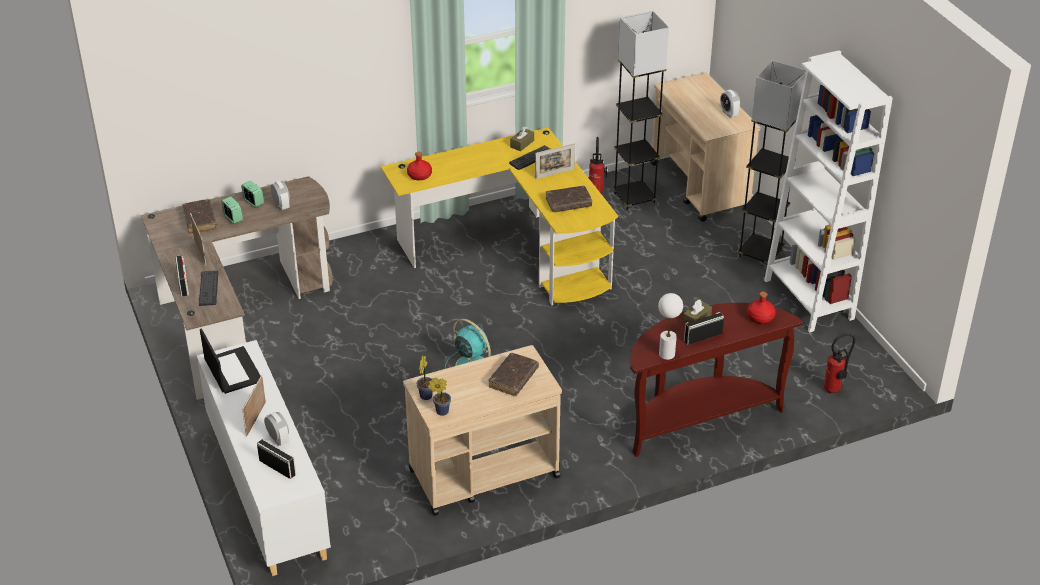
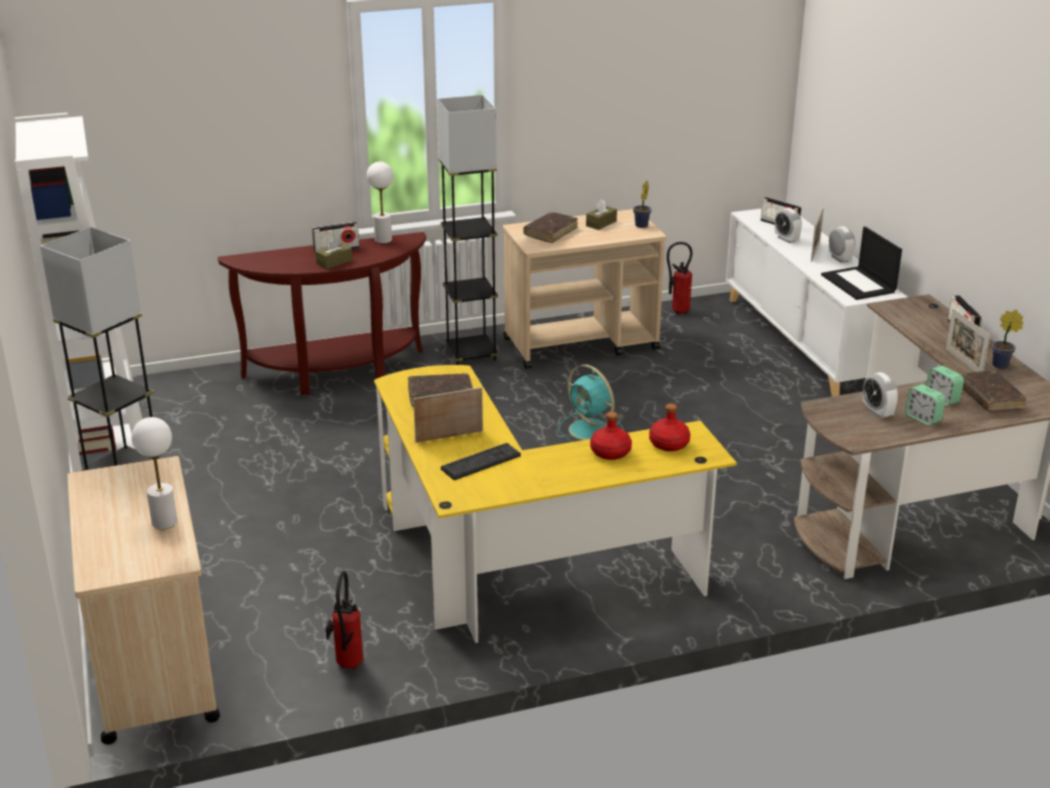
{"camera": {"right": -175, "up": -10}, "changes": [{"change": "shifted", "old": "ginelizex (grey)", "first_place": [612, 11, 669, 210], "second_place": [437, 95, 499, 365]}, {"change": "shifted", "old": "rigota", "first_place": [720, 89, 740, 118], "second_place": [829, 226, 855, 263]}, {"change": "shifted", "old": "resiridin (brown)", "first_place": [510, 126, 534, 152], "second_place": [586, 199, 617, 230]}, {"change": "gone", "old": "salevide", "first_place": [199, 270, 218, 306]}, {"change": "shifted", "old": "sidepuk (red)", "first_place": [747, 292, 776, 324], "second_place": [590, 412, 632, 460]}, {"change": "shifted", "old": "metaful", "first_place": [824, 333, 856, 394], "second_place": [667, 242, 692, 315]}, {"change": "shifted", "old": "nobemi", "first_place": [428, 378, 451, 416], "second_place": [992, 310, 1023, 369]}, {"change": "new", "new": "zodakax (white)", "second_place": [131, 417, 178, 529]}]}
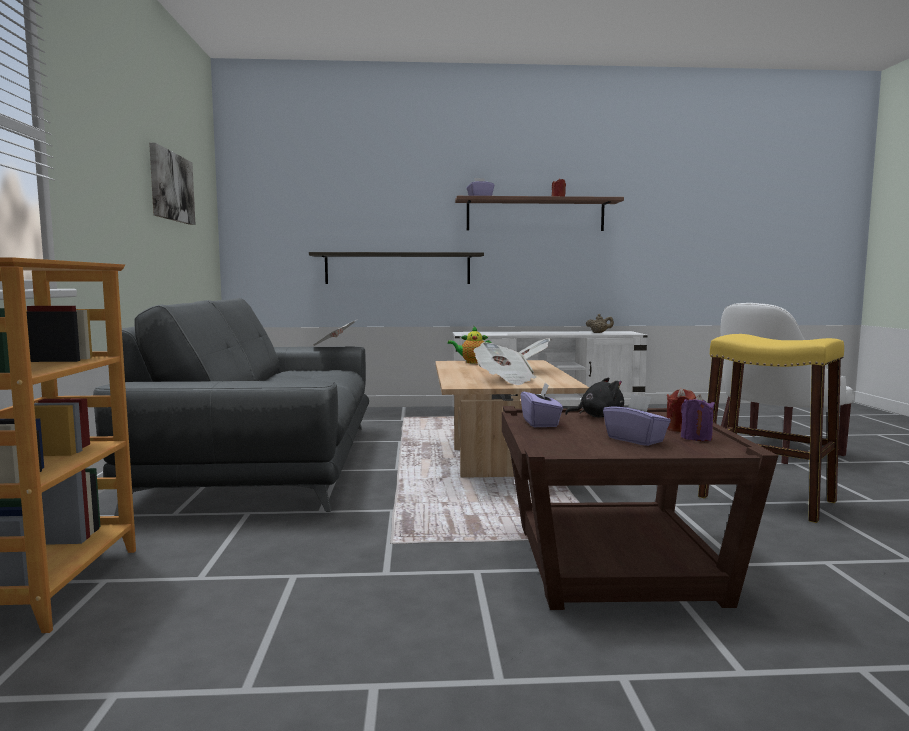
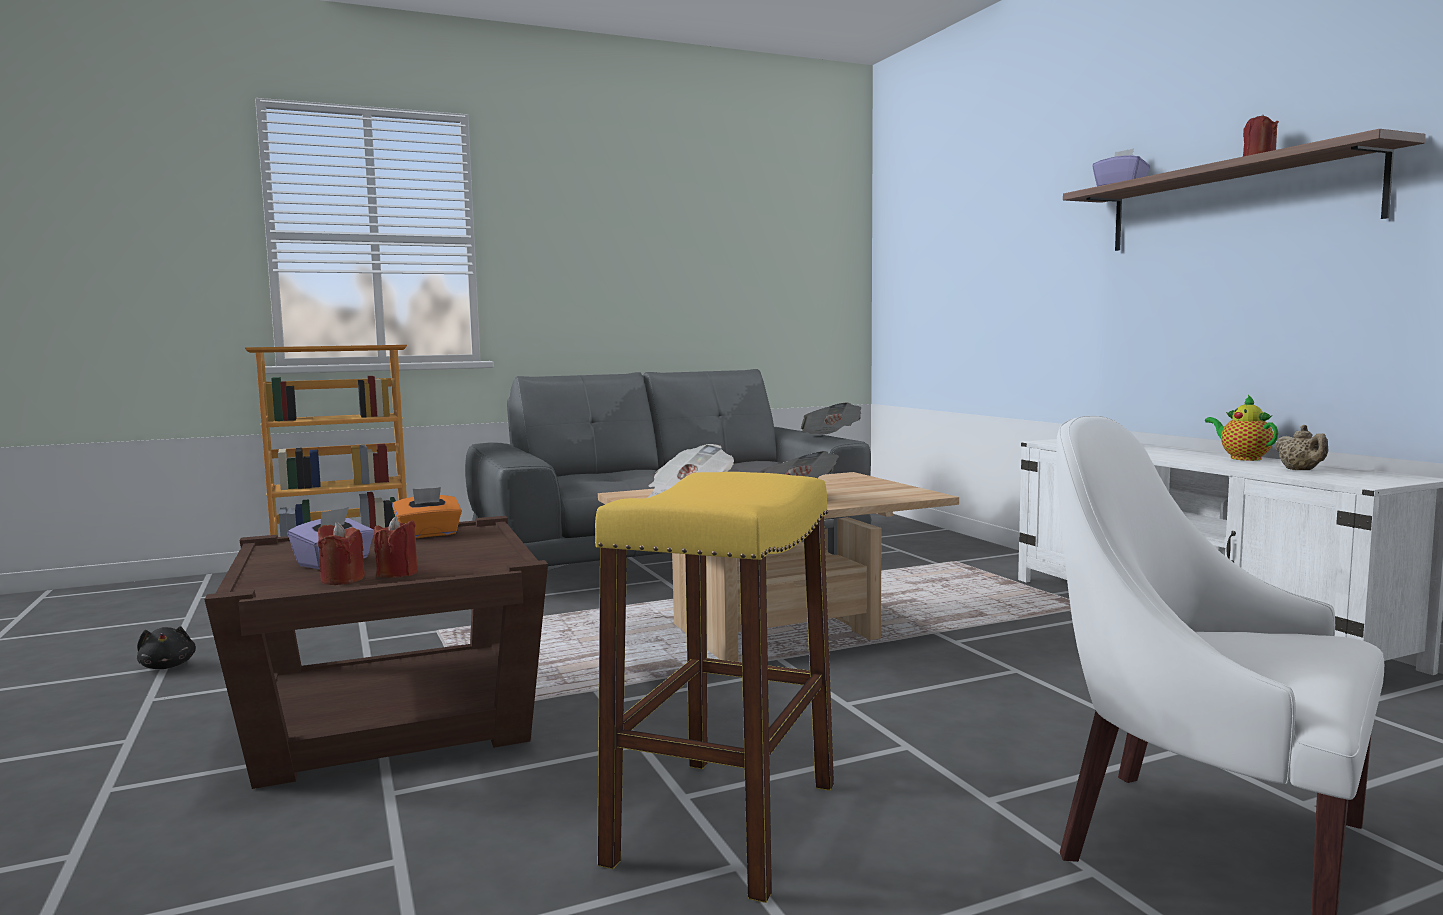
{"camera": {"right": 70, "up": 0}, "changes": [{"change": "gone", "old": "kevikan", "first_place": [149, 143, 196, 225]}, {"change": "gone", "old": "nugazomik", "first_place": [309, 252, 484, 284]}, {"change": "shifted", "old": "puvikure", "first_place": [448, 326, 492, 364], "second_place": [1205, 395, 1278, 461]}, {"change": "shifted", "old": "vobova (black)", "first_place": [565, 378, 624, 418], "second_place": [137, 626, 196, 669]}, {"change": "repainted", "old": "resiridin (purple)", "new": "resiridin (orange)", "first_place": [521, 383, 563, 427], "second_place": [392, 487, 462, 538]}, {"change": "repainted", "old": "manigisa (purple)", "new": "manigisa (red)", "first_place": [681, 394, 715, 441], "second_place": [318, 522, 365, 585]}]}
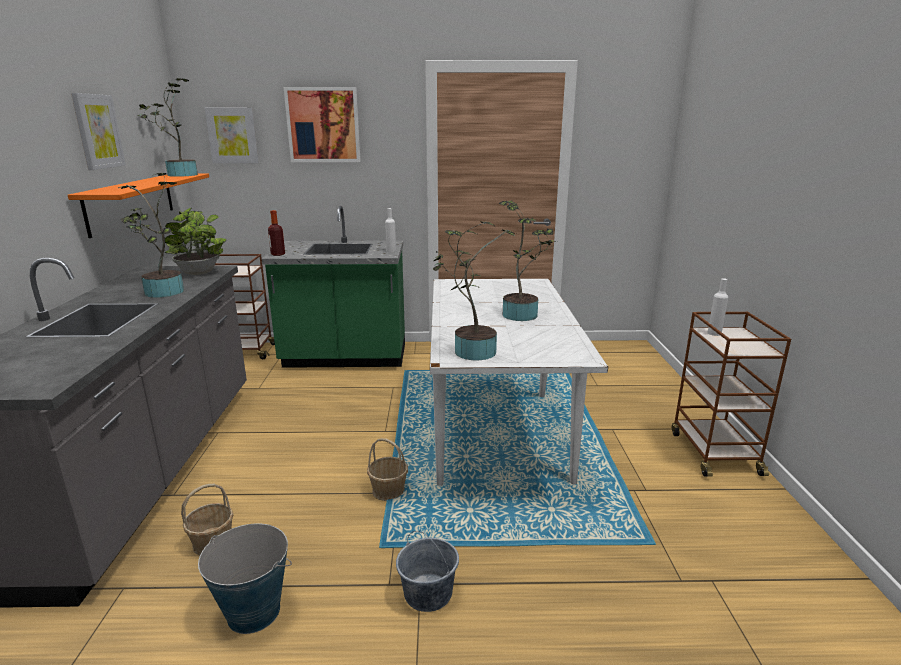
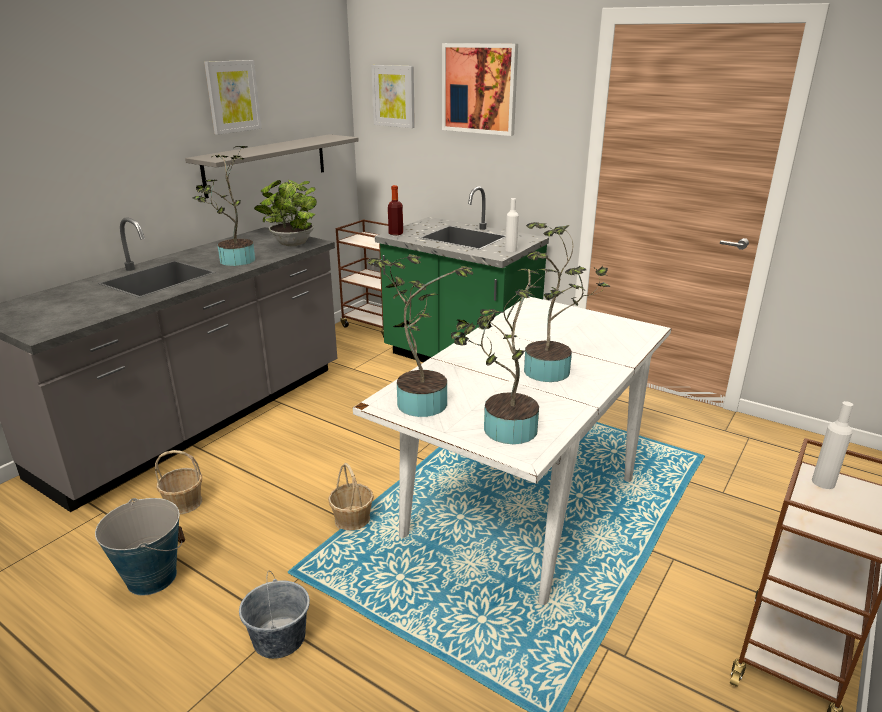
{"camera": {"right": 35, "up": 5}, "changes": [{"change": "shifted", "old": "nobemi", "first_place": [137, 78, 198, 177], "second_place": [451, 268, 561, 444]}, {"change": "repainted", "old": "nugazomik (orange)", "new": "nugazomik (grey)", "first_place": [68, 174, 209, 238], "second_place": [185, 134, 359, 198]}]}
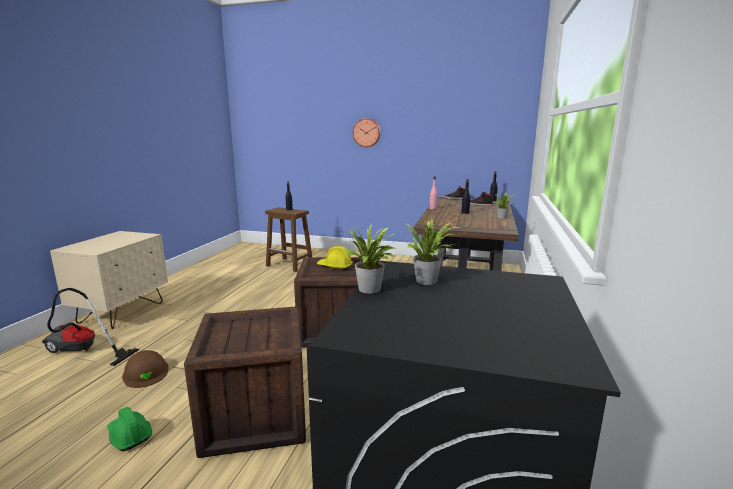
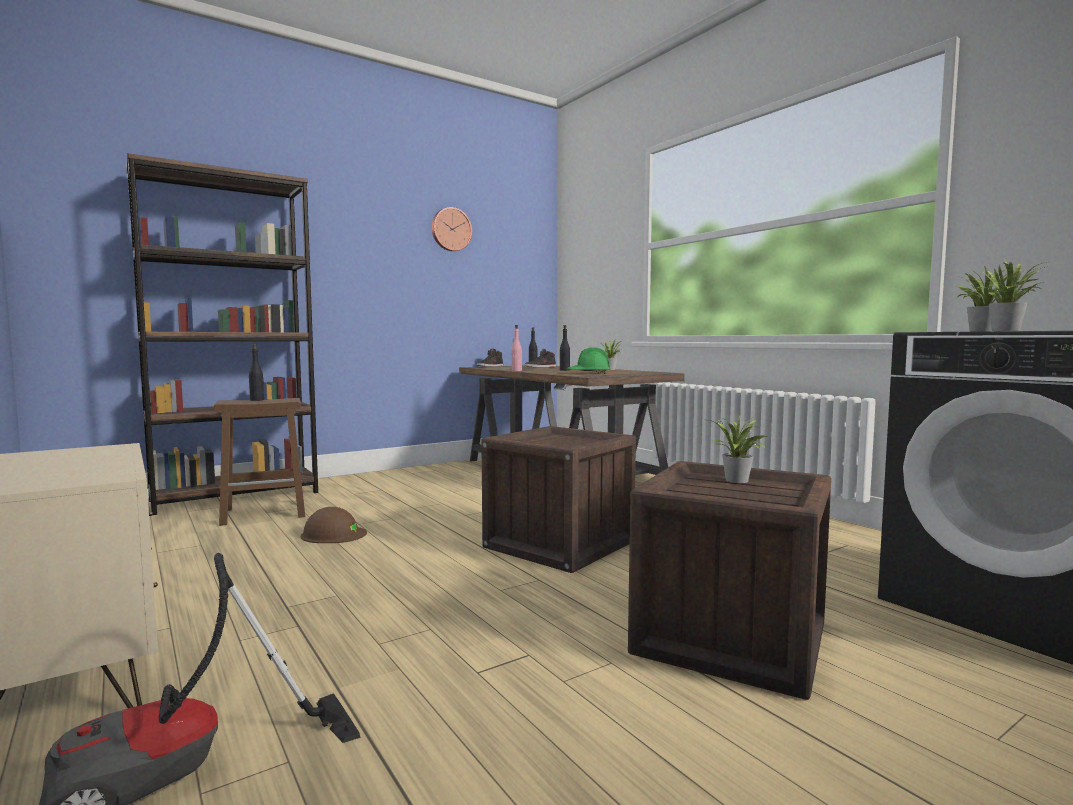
{"camera": {"right": -50, "up": -10}, "changes": [{"change": "shifted", "old": "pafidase", "first_place": [353, 118, 380, 147], "second_place": [432, 207, 472, 251]}, {"change": "gone", "old": "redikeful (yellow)", "first_place": [317, 246, 353, 271]}, {"change": "shifted", "old": "redikeful (brown)", "first_place": [122, 350, 169, 388], "second_place": [301, 507, 367, 543]}, {"change": "shifted", "old": "redikeful (green)", "first_place": [107, 407, 152, 451], "second_place": [567, 347, 610, 374]}, {"change": "new", "new": "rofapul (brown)", "second_place": [126, 153, 318, 515]}, {"change": "new", "new": "nobemi", "second_place": [709, 414, 769, 483]}]}
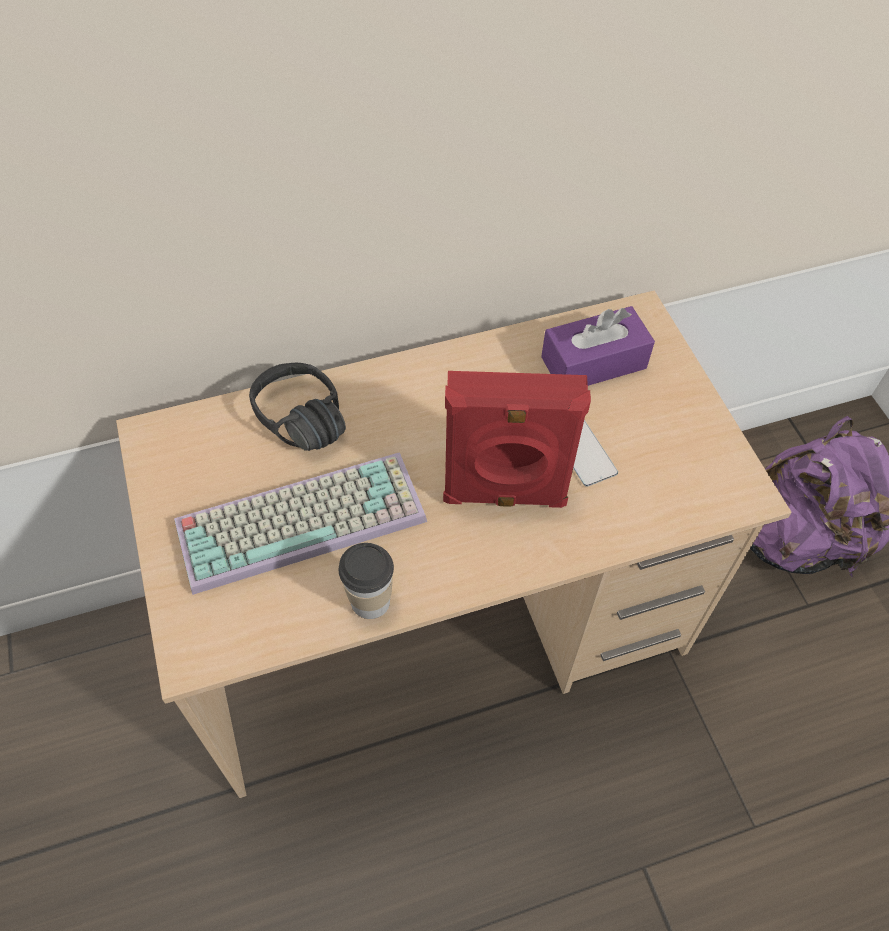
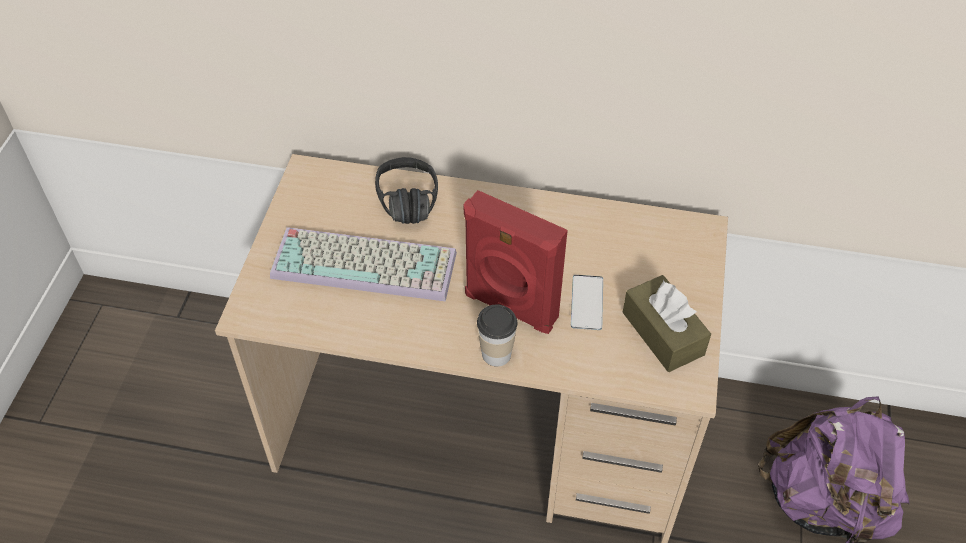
{"camera": {"right": 30, "up": -5}, "changes": [{"change": "gone", "old": "resiridin (purple)", "first_place": [541, 306, 655, 386]}, {"change": "shifted", "old": "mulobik", "first_place": [339, 543, 394, 619], "second_place": [477, 305, 517, 367]}, {"change": "new", "new": "resiridin (brown)", "second_place": [622, 275, 711, 372]}]}
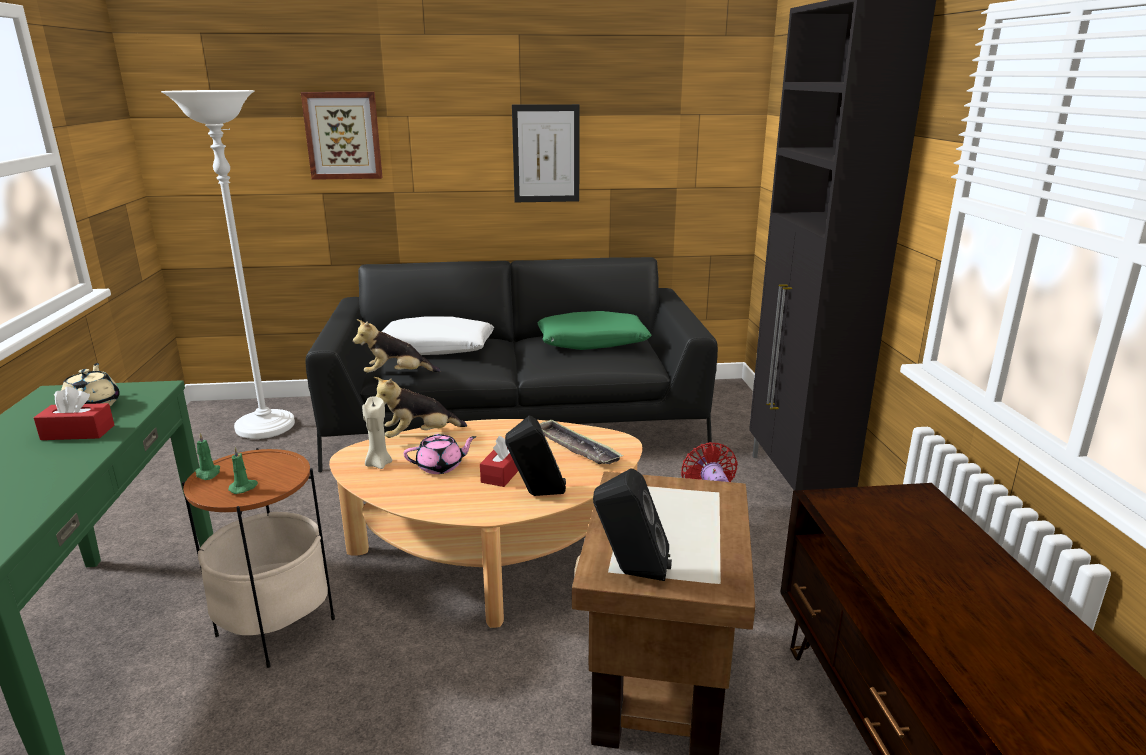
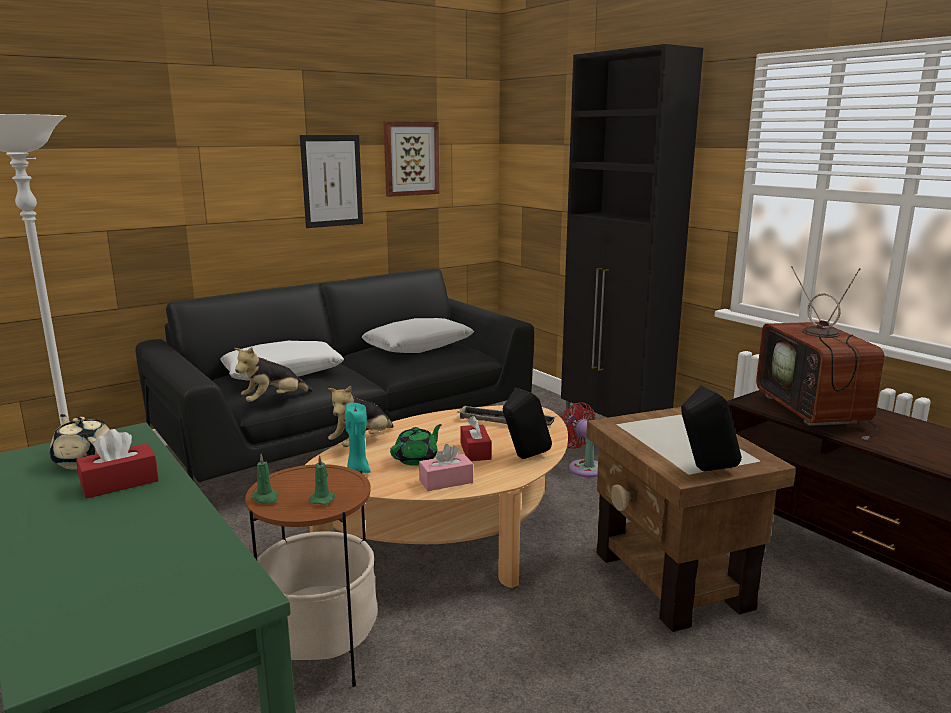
{"camera": {"right": -30, "up": -5}, "changes": [{"change": "shifted", "old": "kevikan", "first_place": [301, 92, 383, 180], "second_place": [384, 121, 440, 197]}, {"change": "repainted", "old": "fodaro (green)", "new": "fodaro (white)", "first_place": [538, 311, 651, 350], "second_place": [362, 318, 474, 353]}, {"change": "repainted", "old": "manigisa (beige)", "new": "manigisa (turquoise)", "first_place": [362, 396, 392, 469], "second_place": [345, 403, 371, 473]}, {"change": "repainted", "old": "puvikure (pink)", "new": "puvikure (green)", "first_place": [404, 434, 477, 474], "second_place": [390, 424, 442, 466]}, {"change": "new", "new": "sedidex", "second_place": [756, 266, 884, 440]}, {"change": "new", "new": "resiridin (pink)", "second_place": [419, 444, 473, 491]}]}
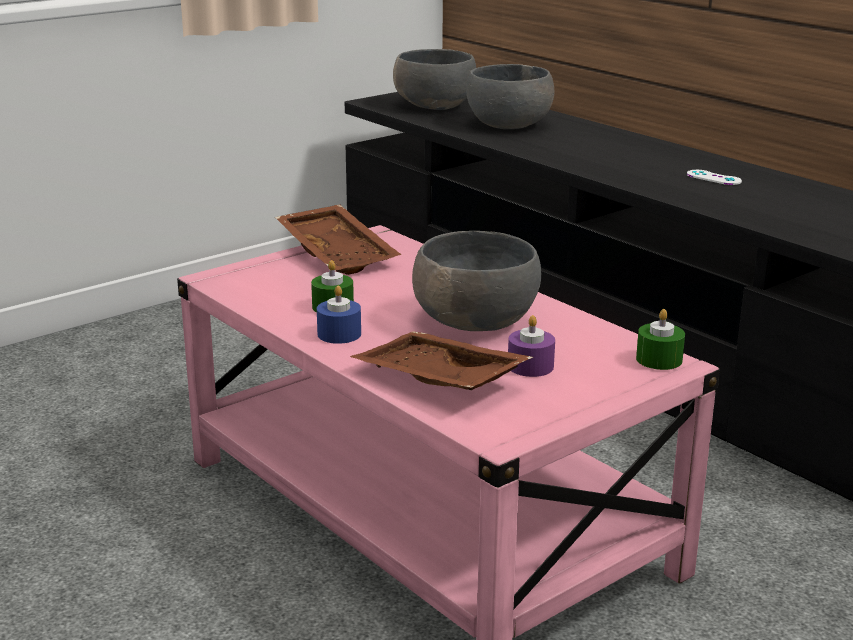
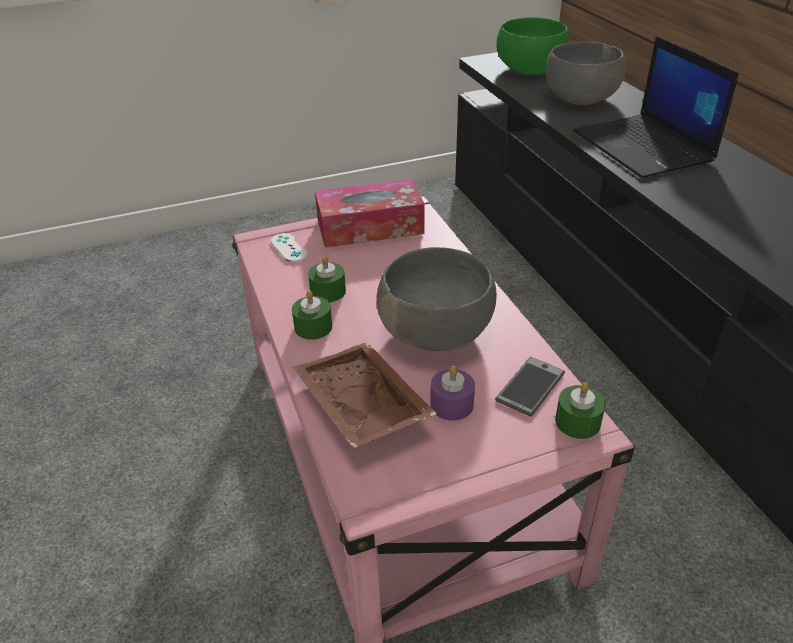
{"camera": {"right": 20, "up": 15}, "changes": [{"change": "repainted", "old": "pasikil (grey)", "new": "pasikil (green)", "first_place": [393, 49, 476, 110], "second_place": [496, 18, 569, 75]}, {"change": "shifted", "old": "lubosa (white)", "first_place": [687, 170, 742, 185], "second_place": [271, 233, 308, 262]}, {"change": "swapped", "old": "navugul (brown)", "new": "resiridin", "first_place": [275, 204, 401, 275], "second_place": [315, 179, 425, 248]}, {"change": "repainted", "old": "manigisa (blue)", "new": "manigisa (green)", "first_place": [317, 285, 361, 344], "second_place": [292, 290, 332, 340]}, {"change": "new", "new": "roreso", "second_place": [573, 36, 739, 178]}, {"change": "new", "new": "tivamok", "second_place": [495, 357, 565, 417]}]}
